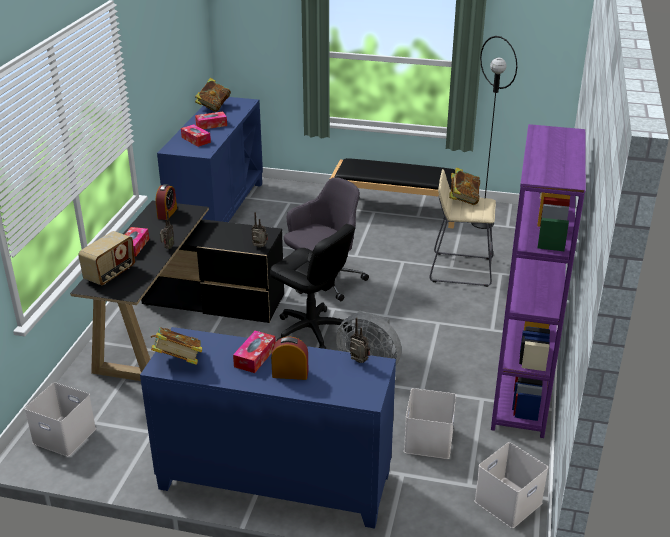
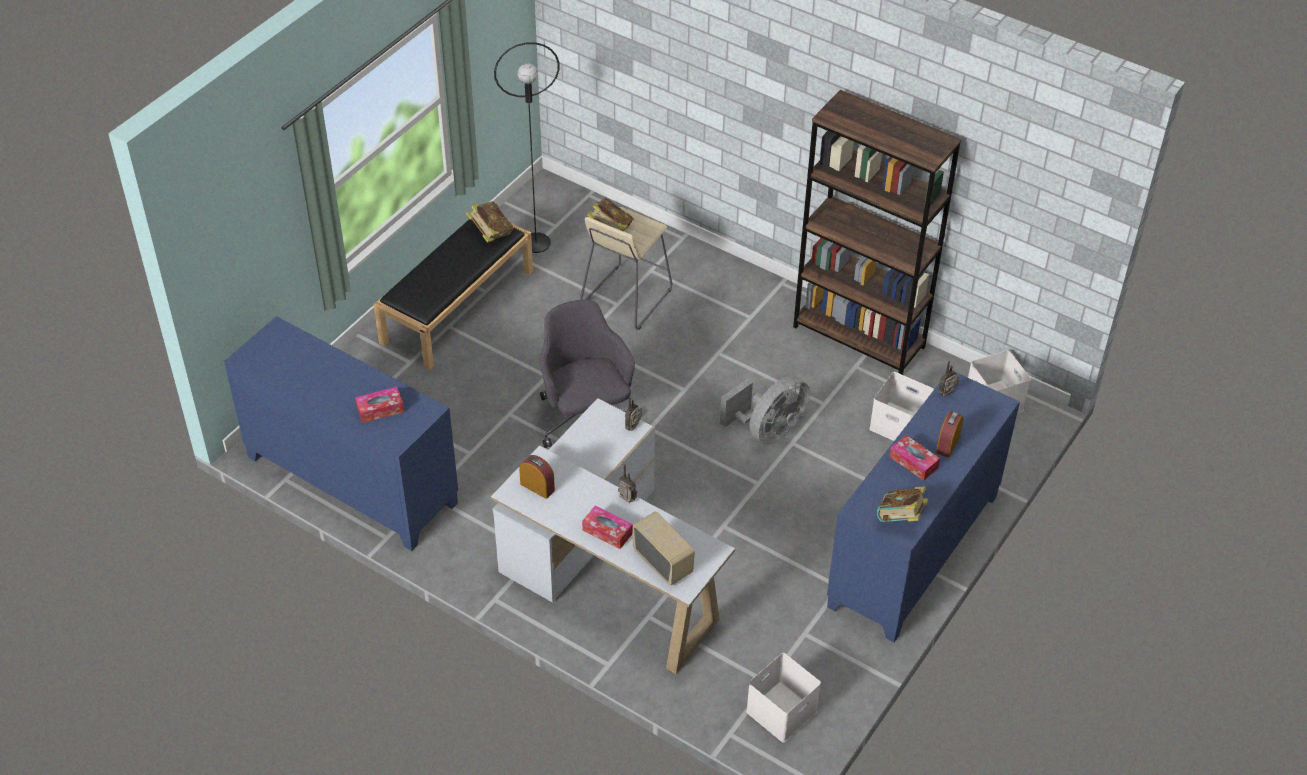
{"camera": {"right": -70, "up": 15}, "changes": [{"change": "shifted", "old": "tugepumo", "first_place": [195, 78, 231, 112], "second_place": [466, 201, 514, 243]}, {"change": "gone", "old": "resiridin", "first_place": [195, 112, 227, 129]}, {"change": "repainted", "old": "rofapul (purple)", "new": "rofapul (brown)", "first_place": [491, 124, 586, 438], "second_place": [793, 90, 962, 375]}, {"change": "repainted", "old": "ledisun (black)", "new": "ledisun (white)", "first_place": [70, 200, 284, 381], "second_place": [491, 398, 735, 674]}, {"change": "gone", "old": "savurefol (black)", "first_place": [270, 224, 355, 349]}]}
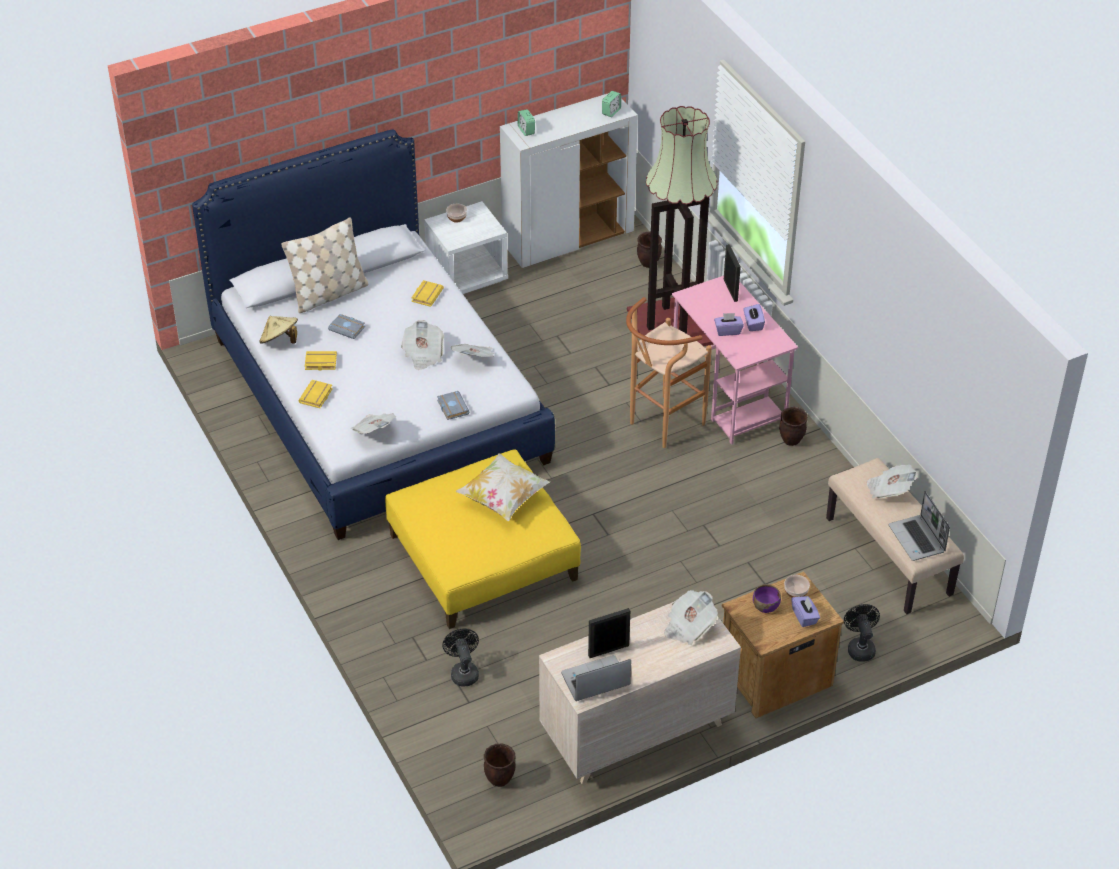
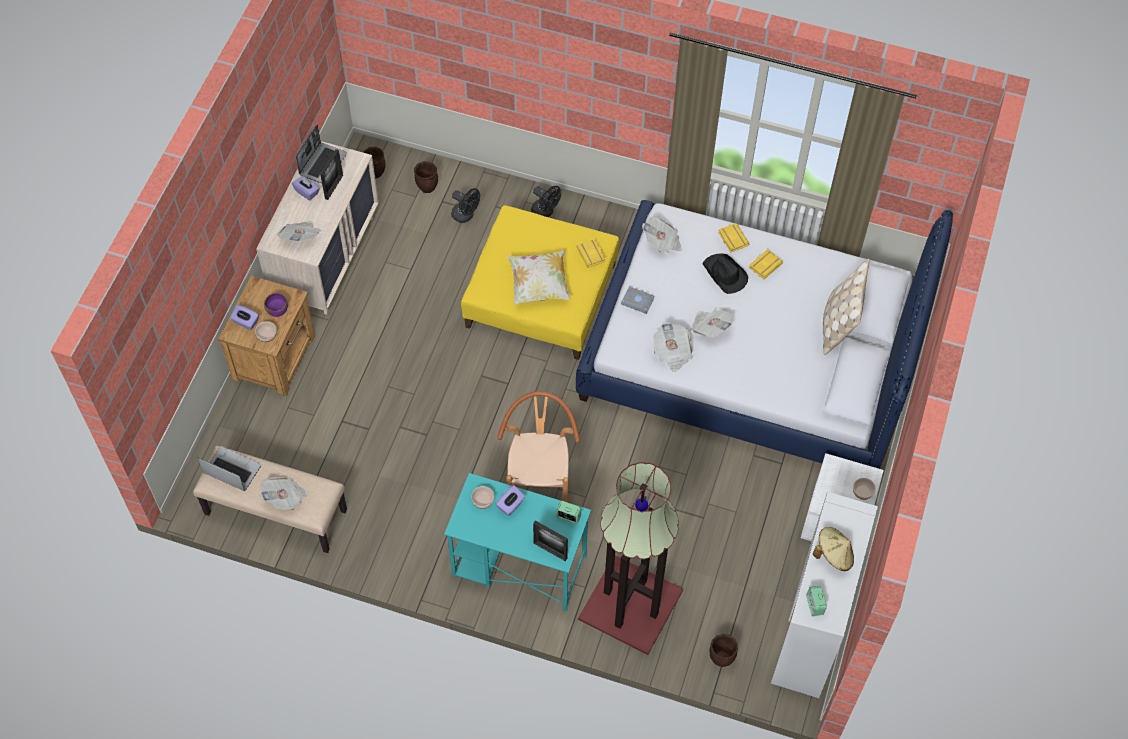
{"camera": {"right": 135, "up": 15}, "changes": [{"change": "shifted", "old": "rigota", "first_place": [518, 109, 535, 136], "second_place": [556, 501, 581, 524]}, {"change": "repainted", "old": "ledisun (pink)", "new": "ledisun (turquoise)", "first_place": [672, 276, 798, 444], "second_place": [444, 473, 591, 612]}, {"change": "shifted", "old": "tugepumo (yellow)", "first_place": [411, 280, 444, 307], "second_place": [576, 239, 606, 268]}, {"change": "shifted", "old": "resiridin (purple)", "first_place": [743, 304, 765, 331], "second_place": [292, 176, 320, 201]}, {"change": "gone", "old": "tugepumo (grey)", "first_place": [328, 314, 365, 339]}, {"change": "shifted", "old": "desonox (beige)", "first_place": [259, 316, 298, 344], "second_place": [813, 527, 854, 571]}, {"change": "shifted", "old": "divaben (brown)", "first_place": [779, 407, 808, 446], "second_place": [414, 161, 438, 193]}, {"change": "shifted", "old": "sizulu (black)", "first_place": [844, 604, 880, 662], "second_place": [531, 186, 561, 217]}, {"change": "new", "new": "desonox (black)", "second_place": [703, 254, 748, 294]}, {"change": "new", "new": "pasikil", "second_place": [471, 486, 494, 509]}]}
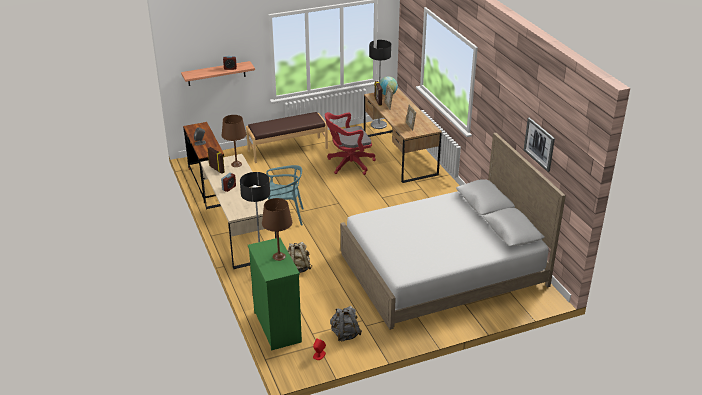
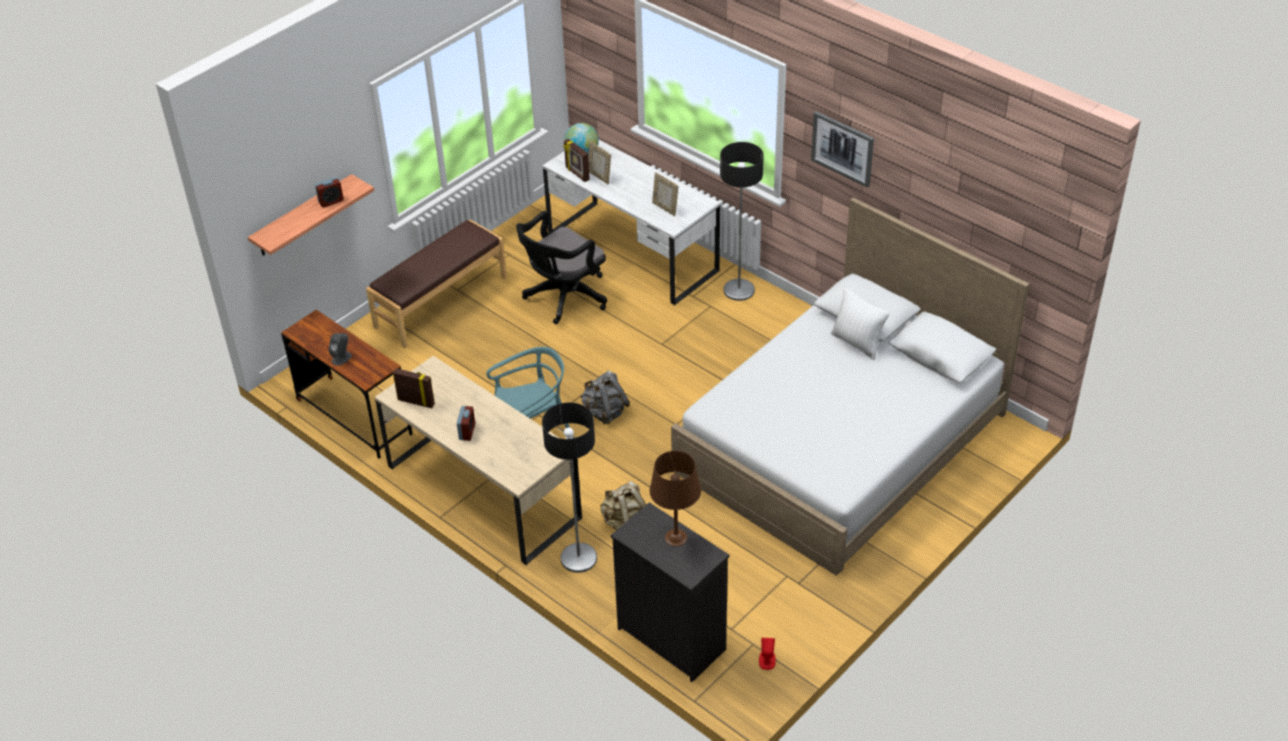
{"camera": {"right": -25, "up": 10}, "changes": [{"change": "shifted", "old": "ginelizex", "first_place": [369, 40, 392, 129], "second_place": [720, 142, 764, 301]}, {"change": "repainted", "old": "ledisun (brown)", "new": "ledisun (white)", "first_place": [364, 88, 442, 183], "second_place": [543, 140, 720, 305]}, {"change": "repainted", "old": "savurefol (red)", "new": "savurefol (black)", "first_place": [325, 112, 376, 175], "second_place": [516, 211, 607, 324]}, {"change": "gone", "old": "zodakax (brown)", "first_place": [222, 115, 246, 167]}, {"change": "shifted", "old": "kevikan", "first_place": [524, 117, 555, 172], "second_place": [811, 111, 874, 188]}, {"change": "repainted", "old": "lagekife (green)", "new": "lagekife (black)", "first_place": [248, 237, 302, 351], "second_place": [611, 502, 730, 682]}, {"change": "shifted", "old": "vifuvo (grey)", "first_place": [330, 306, 362, 342], "second_place": [580, 370, 630, 424]}, {"change": "new", "new": "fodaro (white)", "second_place": [831, 288, 889, 360]}]}
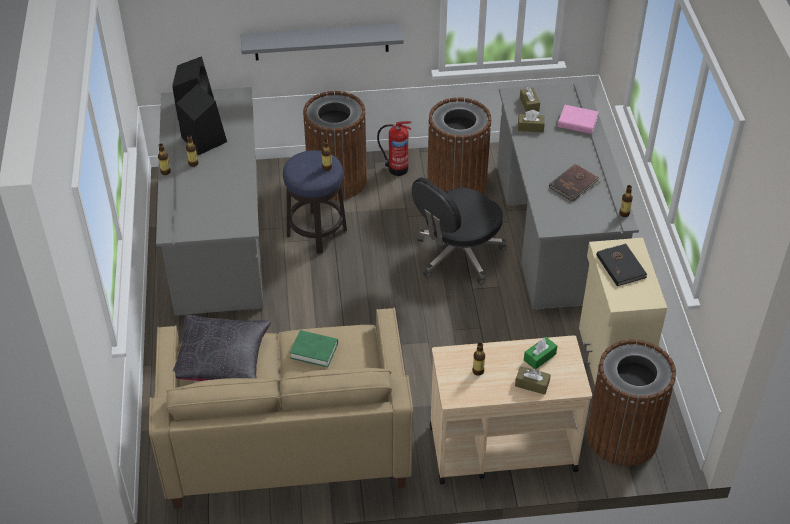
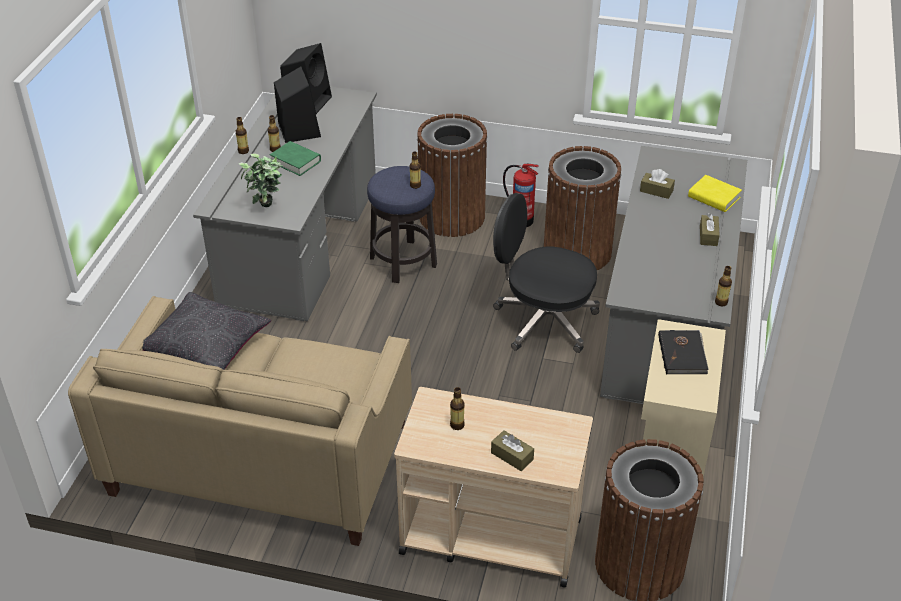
{"camera": {"right": 20, "up": -5}, "changes": [{"change": "gone", "old": "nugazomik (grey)", "first_place": [241, 24, 404, 60]}, {"change": "shifted", "old": "resiridin (brown)", "first_place": [520, 87, 540, 112], "second_place": [700, 213, 720, 246]}, {"change": "repainted", "old": "tugepumo (pink)", "new": "tugepumo (yellow)", "first_place": [558, 105, 598, 134], "second_place": [688, 175, 742, 212]}, {"change": "gone", "old": "tugepumo (brown)", "first_place": [549, 164, 600, 202]}, {"change": "rotated", "old": "savurefol (black)", "first_place": [412, 178, 507, 285], "second_place": [493, 193, 600, 353], "degrees": 45}, {"change": "shifted", "old": "tugepumo (green)", "first_place": [290, 330, 338, 368], "second_place": [270, 141, 321, 176]}, {"change": "gone", "old": "resiridin (green)", "first_place": [524, 337, 557, 370]}, {"change": "new", "new": "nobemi", "second_place": [239, 154, 283, 207]}]}
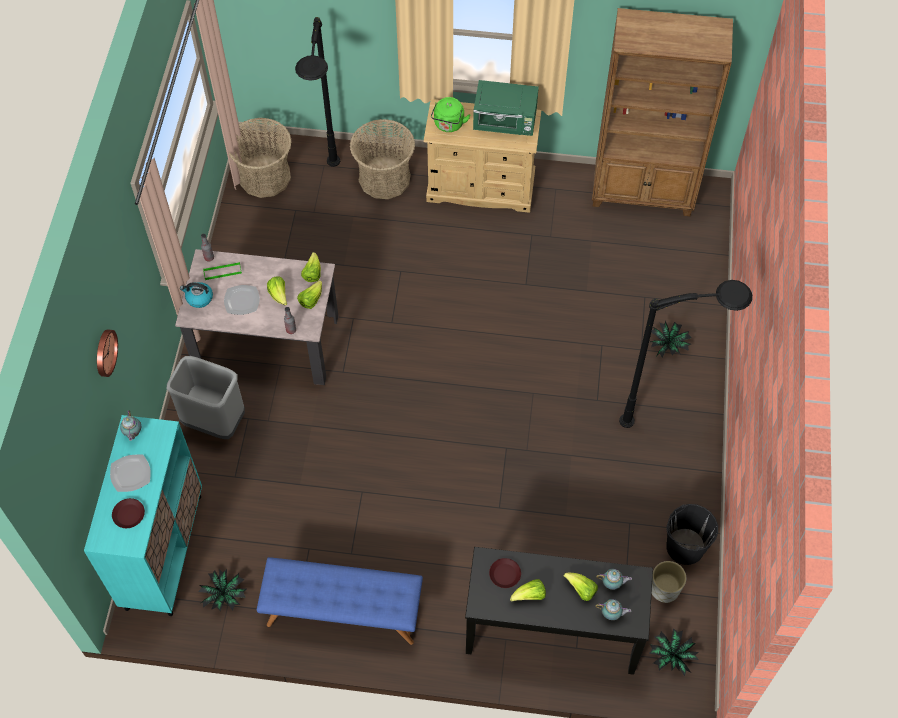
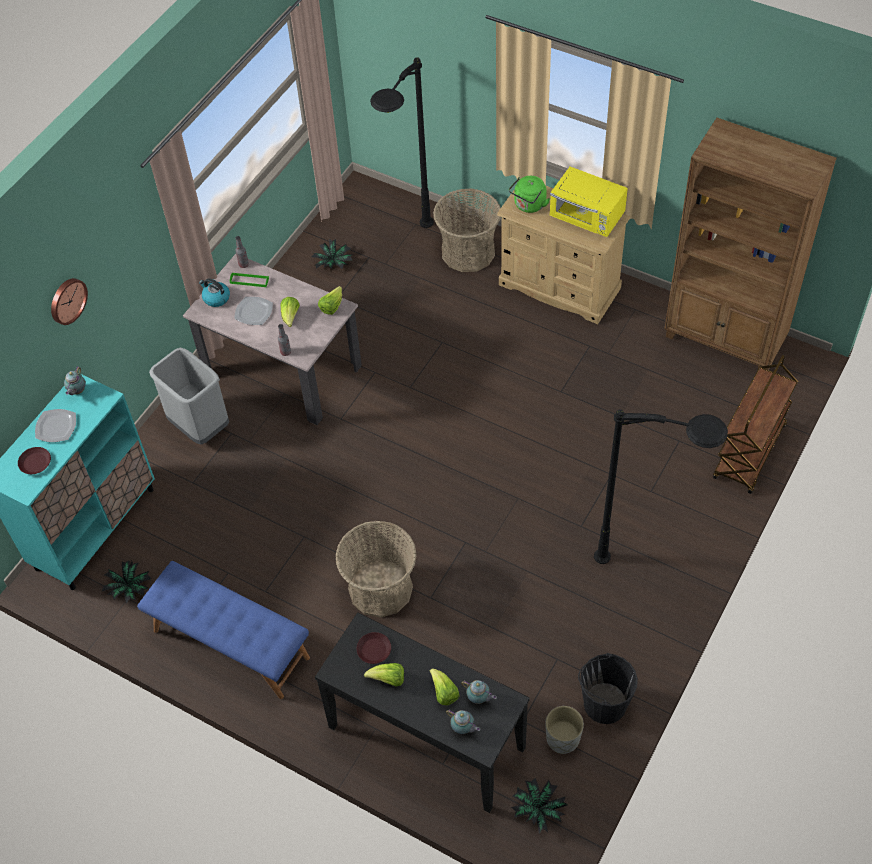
{"camera": {"right": 25, "up": -5}, "changes": [{"change": "repainted", "old": "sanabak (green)", "new": "sanabak (yellow)", "first_place": [473, 80, 539, 136], "second_place": [550, 167, 628, 237]}, {"change": "shifted", "old": "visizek", "first_place": [229, 117, 292, 198], "second_place": [335, 521, 417, 618]}, {"change": "gone", "old": "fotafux", "first_place": [297, 280, 322, 309]}, {"change": "shifted", "old": "nobemi", "first_place": [650, 321, 692, 358], "second_place": [312, 239, 354, 269]}, {"change": "new", "new": "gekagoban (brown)", "second_place": [713, 355, 798, 494]}]}
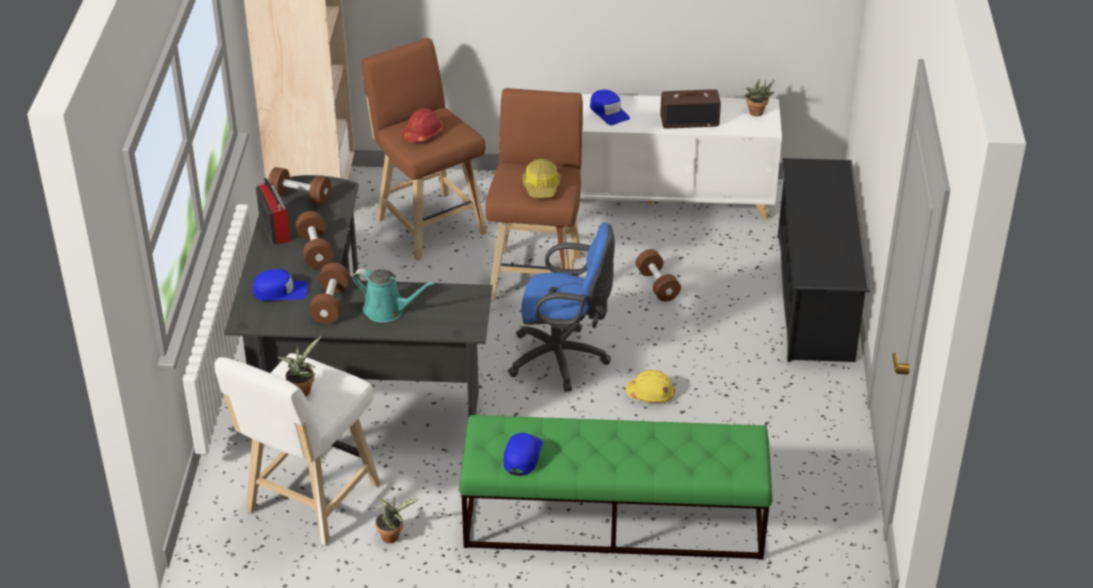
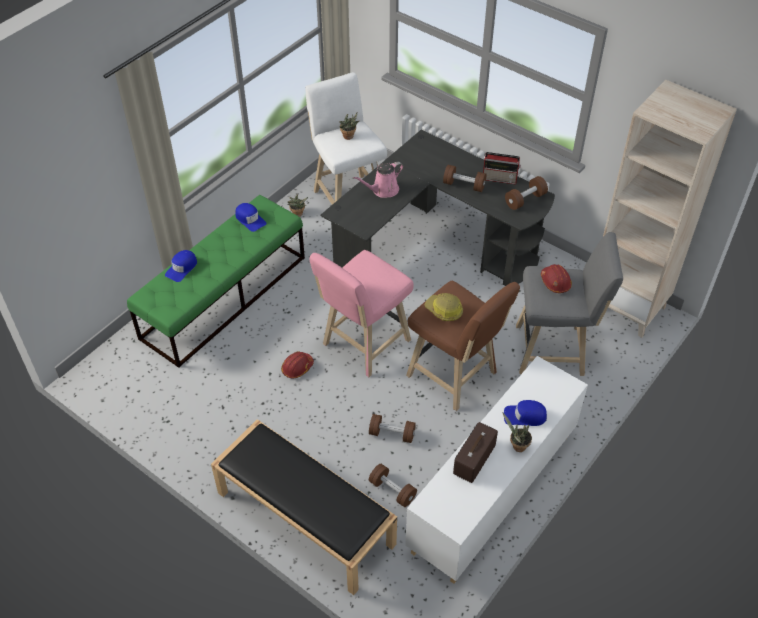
{"camera": {"right": 125, "up": 10}, "changes": [{"change": "repainted", "old": "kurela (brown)", "new": "kurela (grey)", "first_place": [362, 38, 487, 260], "second_place": [516, 232, 623, 376]}, {"change": "shifted", "old": "nobemi", "first_place": [745, 79, 775, 116], "second_place": [503, 413, 532, 452]}, {"change": "swapped", "old": "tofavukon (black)", "new": "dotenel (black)", "first_place": [778, 158, 870, 362], "second_place": [211, 419, 397, 595]}, {"change": "swapped", "old": "savurefol (blue)", "new": "kurela (pink)", "first_place": [508, 223, 615, 392], "second_place": [310, 250, 414, 377]}, {"change": "shifted", "old": "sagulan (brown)", "first_place": [310, 263, 350, 324], "second_place": [369, 464, 417, 507]}, {"change": "shifted", "old": "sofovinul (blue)", "first_place": [253, 269, 308, 301], "second_place": [165, 250, 197, 282]}, {"change": "repainted", "old": "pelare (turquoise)", "new": "pelare (pink)", "first_place": [352, 269, 435, 322], "second_place": [353, 162, 404, 198]}, {"change": "repainted", "old": "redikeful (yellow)", "new": "redikeful (red)", "first_place": [625, 370, 675, 403], "second_place": [281, 351, 314, 379]}]}
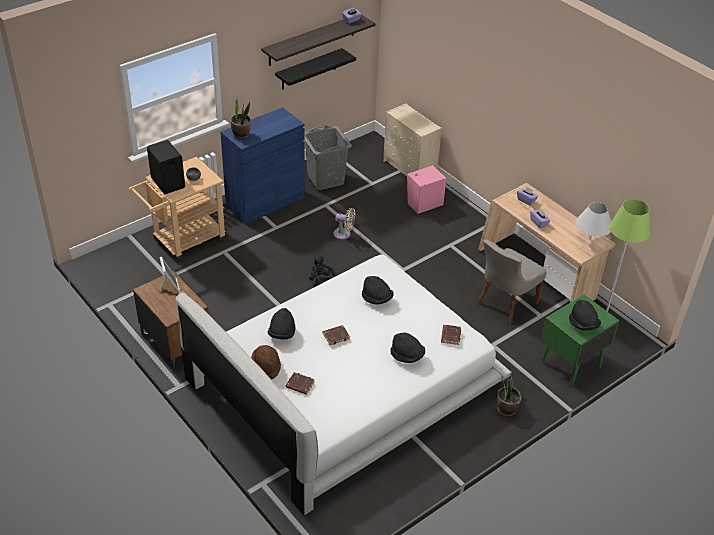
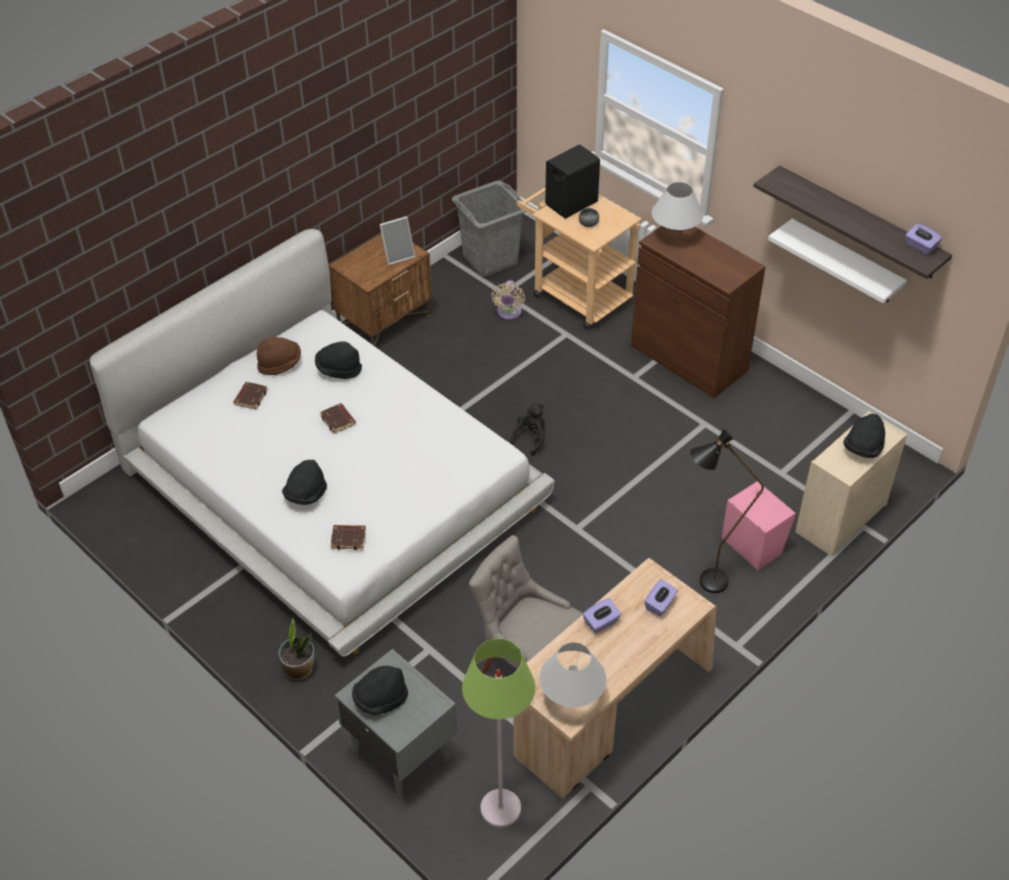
{"camera": {"right": 85, "up": 5}, "changes": [{"change": "repainted", "old": "nugazomik (black)", "new": "nugazomik (white)", "first_place": [275, 48, 356, 90], "second_place": [768, 219, 907, 303]}, {"change": "swapped", "old": "nobemi", "new": "zodakax (white)", "first_place": [231, 98, 251, 139], "second_place": [652, 182, 703, 236]}, {"change": "repainted", "old": "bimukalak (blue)", "new": "bimukalak (brown)", "first_place": [221, 107, 305, 224], "second_place": [631, 226, 766, 398]}, {"change": "shifted", "old": "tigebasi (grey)", "first_place": [304, 125, 352, 190], "second_place": [452, 180, 526, 276]}, {"change": "shifted", "old": "sizulu (beige)", "first_place": [333, 208, 355, 240], "second_place": [491, 280, 525, 320]}, {"change": "shifted", "old": "desonox (black)", "first_place": [362, 276, 393, 305], "second_place": [843, 414, 885, 458]}, {"change": "repainted", "old": "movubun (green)", "new": "movubun (grey)", "first_place": [541, 295, 619, 387], "second_place": [335, 649, 458, 801]}, {"change": "new", "new": "ginelizex (black)", "second_place": [690, 428, 764, 593]}]}
